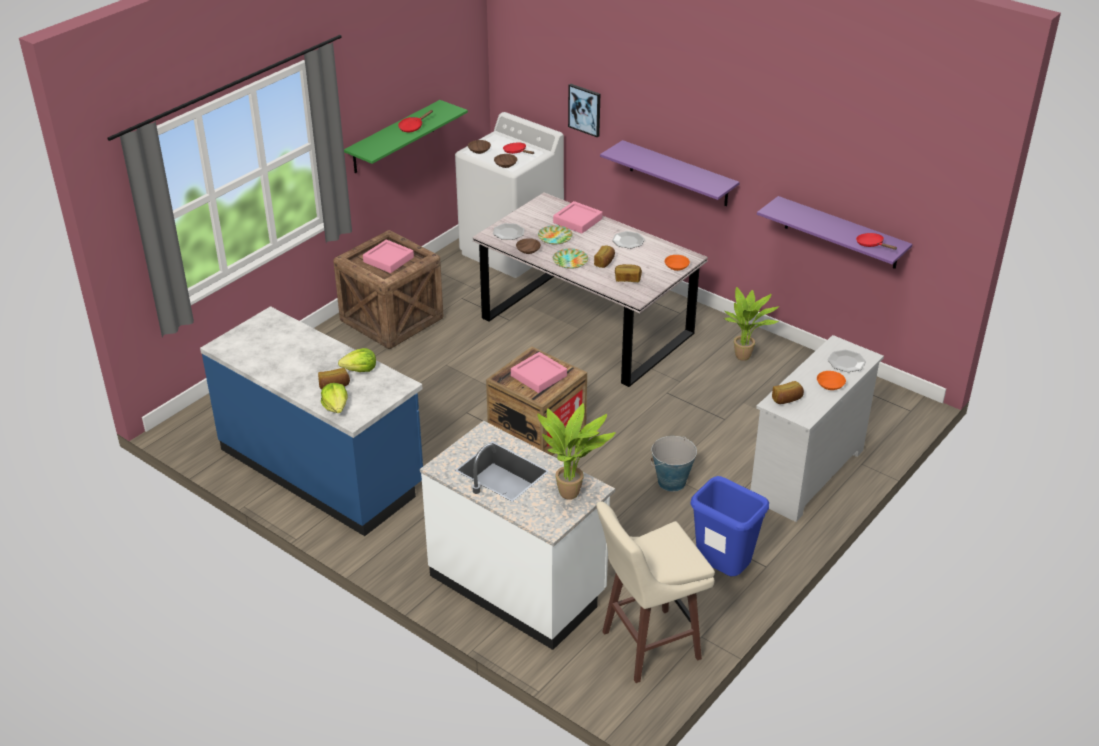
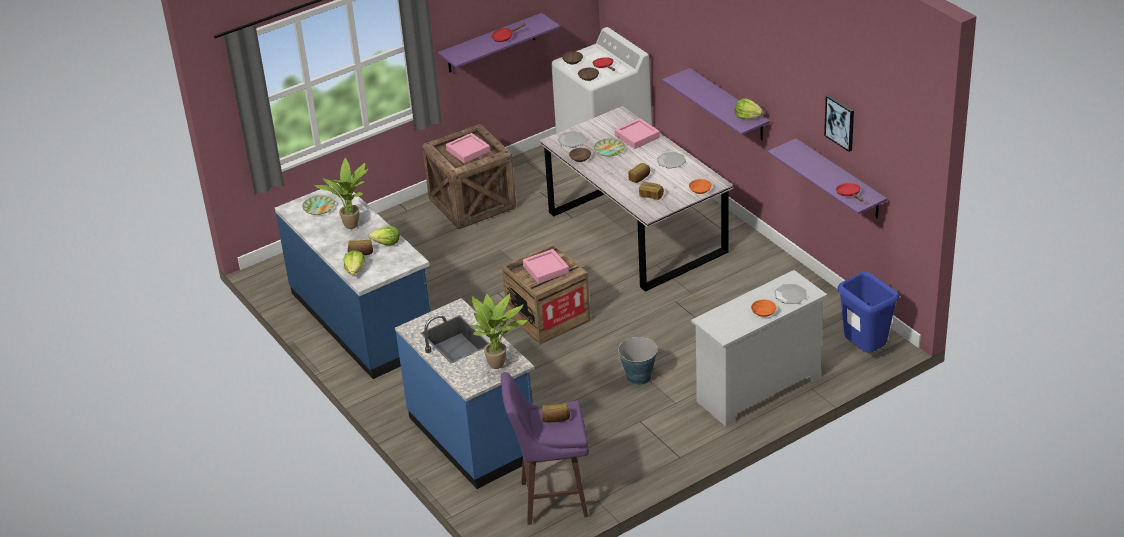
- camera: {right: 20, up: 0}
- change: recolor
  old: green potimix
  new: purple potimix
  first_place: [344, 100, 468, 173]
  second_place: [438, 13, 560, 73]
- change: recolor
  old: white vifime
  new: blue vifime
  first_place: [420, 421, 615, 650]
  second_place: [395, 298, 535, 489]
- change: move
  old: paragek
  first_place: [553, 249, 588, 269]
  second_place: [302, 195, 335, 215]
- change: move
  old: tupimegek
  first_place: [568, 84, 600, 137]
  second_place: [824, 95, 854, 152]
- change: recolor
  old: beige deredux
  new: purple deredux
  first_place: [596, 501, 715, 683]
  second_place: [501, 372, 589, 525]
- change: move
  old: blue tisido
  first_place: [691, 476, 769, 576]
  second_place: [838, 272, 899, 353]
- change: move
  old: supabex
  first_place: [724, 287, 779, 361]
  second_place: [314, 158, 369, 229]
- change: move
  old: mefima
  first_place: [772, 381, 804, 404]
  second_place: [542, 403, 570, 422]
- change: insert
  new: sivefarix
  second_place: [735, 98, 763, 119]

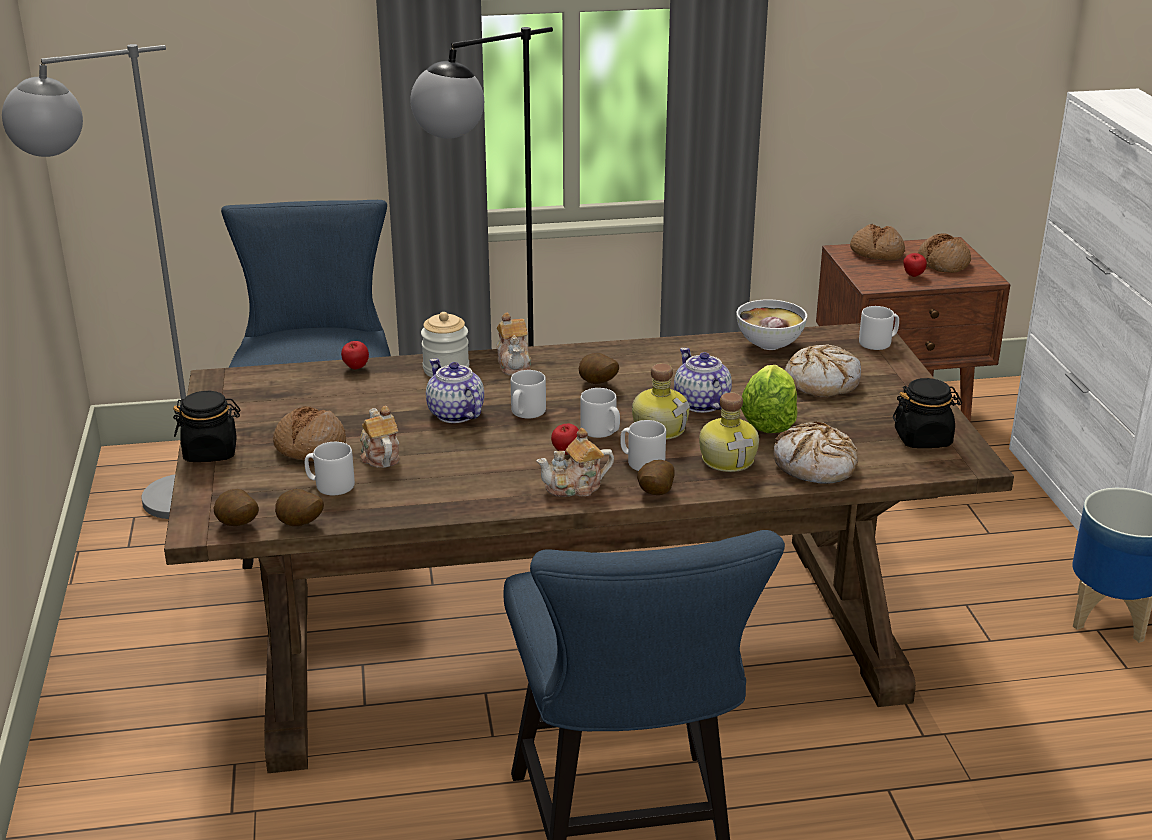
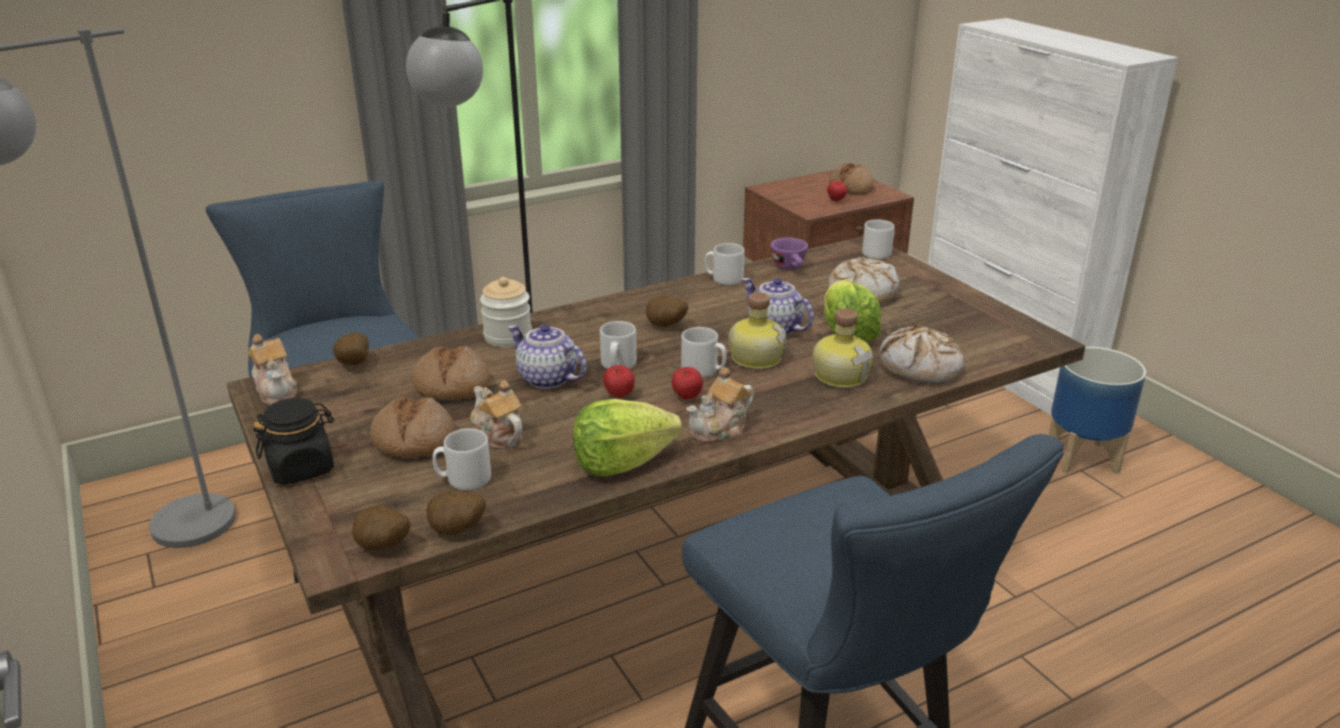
- camera: {right: -20, up: 0}
- change: move
  old: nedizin
  first_place: [341, 341, 369, 369]
  second_place: [603, 365, 635, 398]
- change: move
  old: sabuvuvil
  first_place: [497, 312, 532, 376]
  second_place: [248, 334, 297, 405]
- change: move
  old: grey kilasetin
  first_place: [620, 420, 666, 471]
  second_place: [705, 243, 745, 285]
- change: move
  old: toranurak
  first_place: [637, 460, 675, 495]
  second_place: [333, 332, 369, 366]
- change: replace
  old: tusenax
  new: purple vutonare
  first_place: [737, 299, 807, 350]
  second_place: [771, 237, 808, 270]
- change: move
  old: mefima
  first_place: [850, 224, 905, 261]
  second_place: [412, 346, 490, 400]
- change: delete
  old: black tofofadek
  first_place: [893, 378, 962, 448]
- change: insert
  new: sivefarix
  second_place: [573, 399, 682, 476]

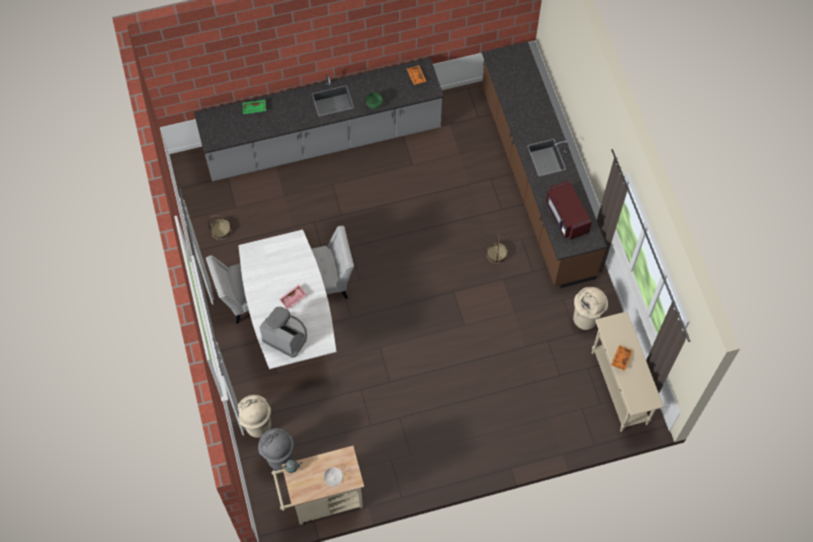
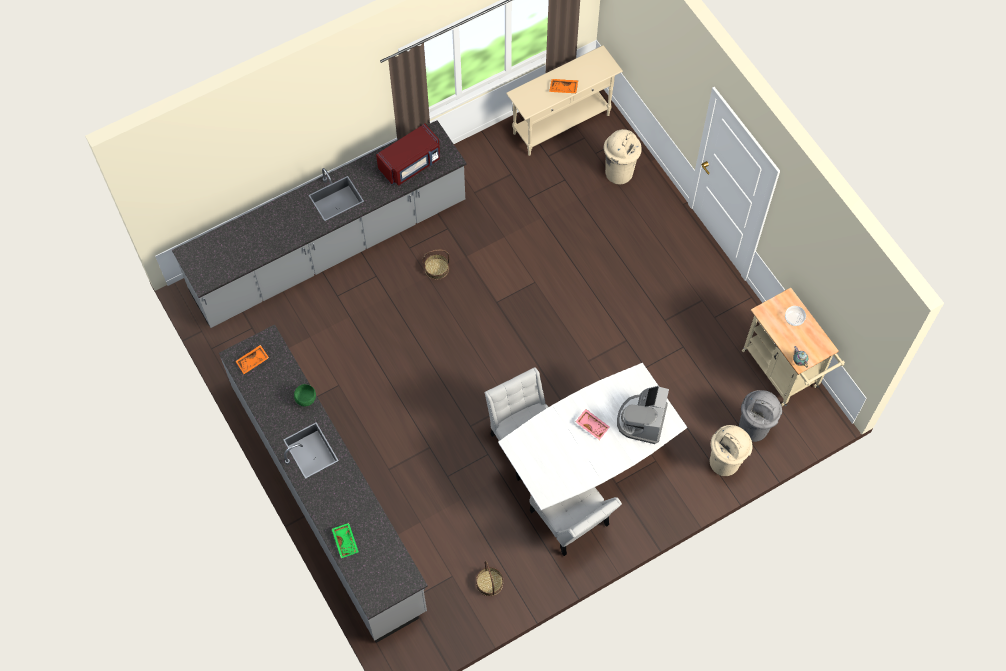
- camera: {right: -105, up: 0}
- change: recolor
  old: brown vifime
  new: grey vifime
  first_place: [482, 41, 607, 288]
  second_place: [172, 120, 466, 328]
- change: move
  old: beige tisido
  first_place: [573, 287, 608, 330]
  second_place: [604, 129, 642, 185]

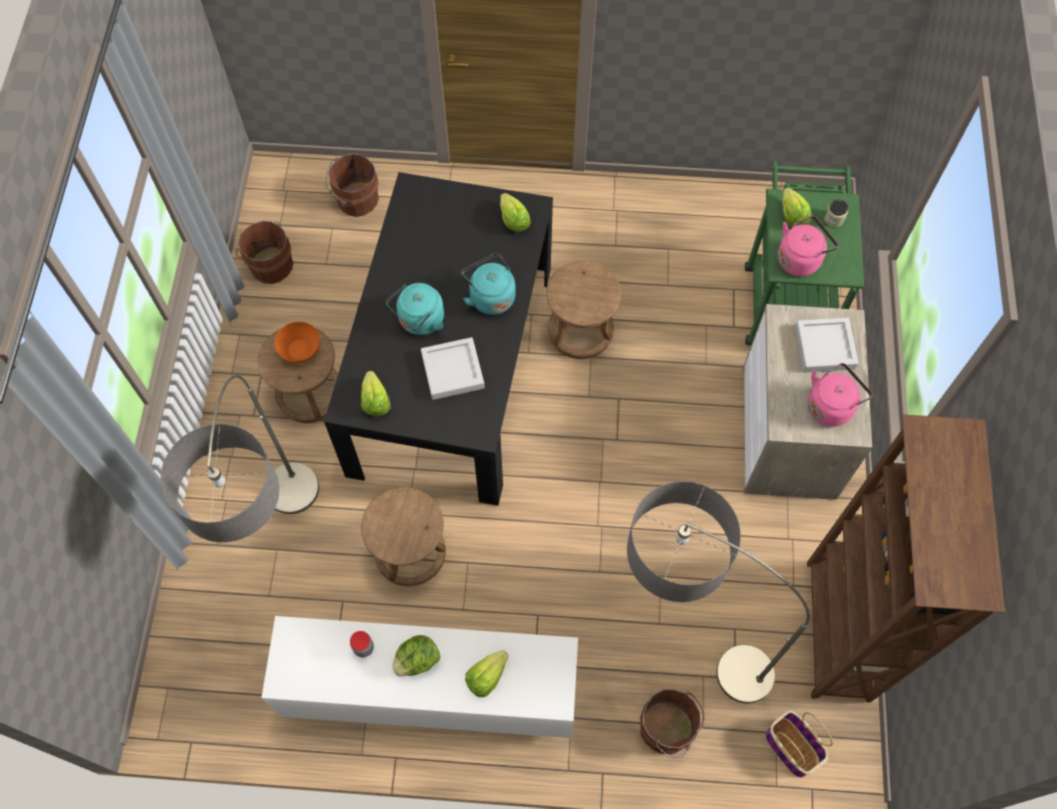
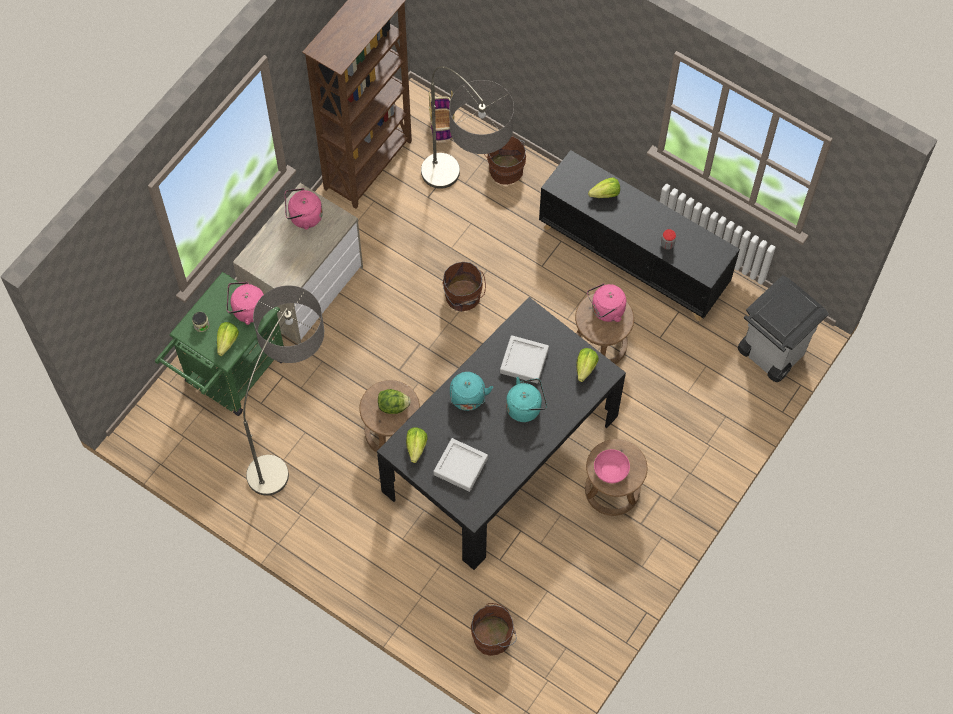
- camera: {right: -150, up: 0}
- change: move
  old: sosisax
  first_place: [160, 375, 319, 542]
  second_place: [243, 285, 324, 496]
- change: move
  old: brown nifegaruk
  first_place: [236, 221, 294, 284]
  second_place: [443, 262, 486, 311]
- change: recolor
  old: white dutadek
  new: black dutadek
  first_place: [261, 616, 578, 738]
  second_place: [539, 150, 740, 322]
- change: recolor
  old: orange tusenax
  new: pink tusenax
  first_place: [274, 322, 320, 363]
  second_place: [594, 449, 630, 483]
- change: move
  old: sivefarix
  first_place: [392, 635, 440, 676]
  second_place: [378, 389, 411, 414]
- change: move
  old: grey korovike
  first_place: [795, 317, 858, 372]
  second_place: [433, 438, 488, 492]
- change: insert
  new: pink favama
  second_place: [587, 283, 626, 322]
- change: insert
  new: grey tisido
  second_place: [738, 275, 829, 382]

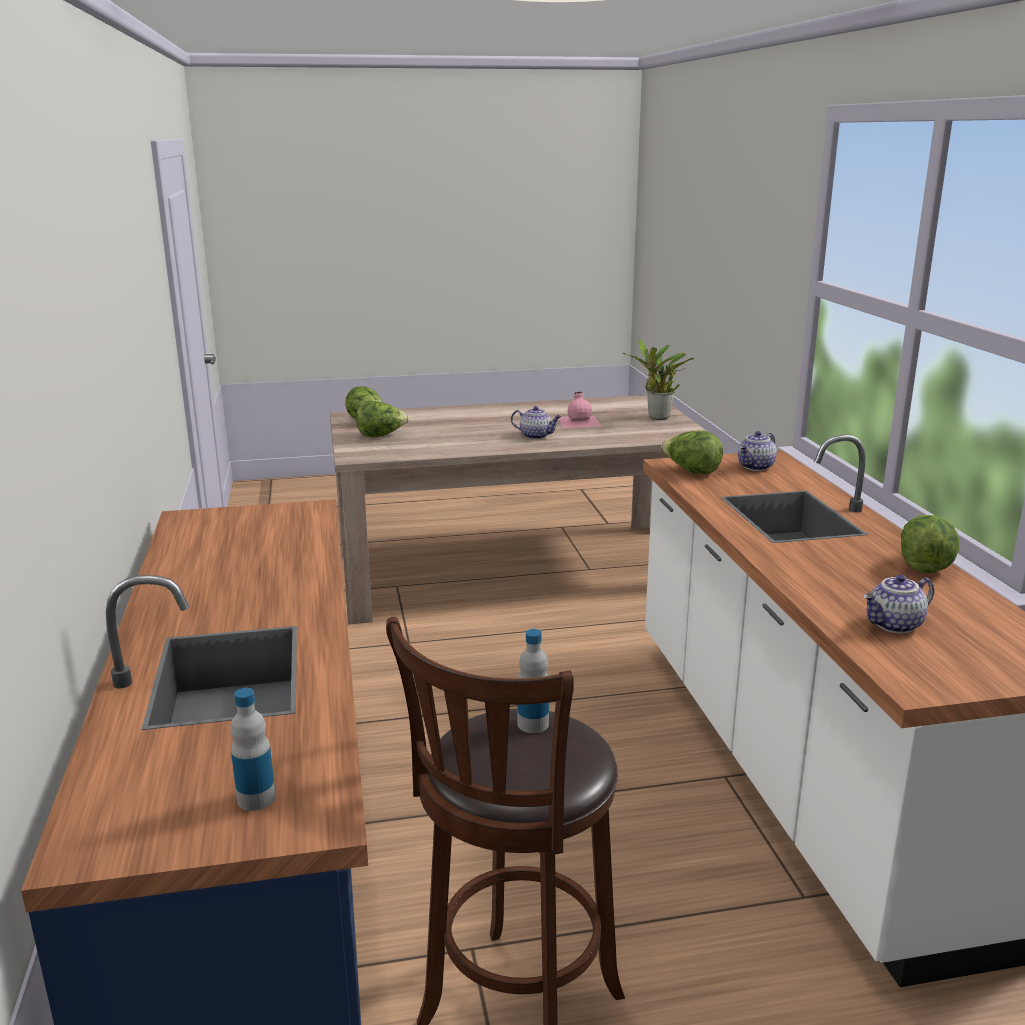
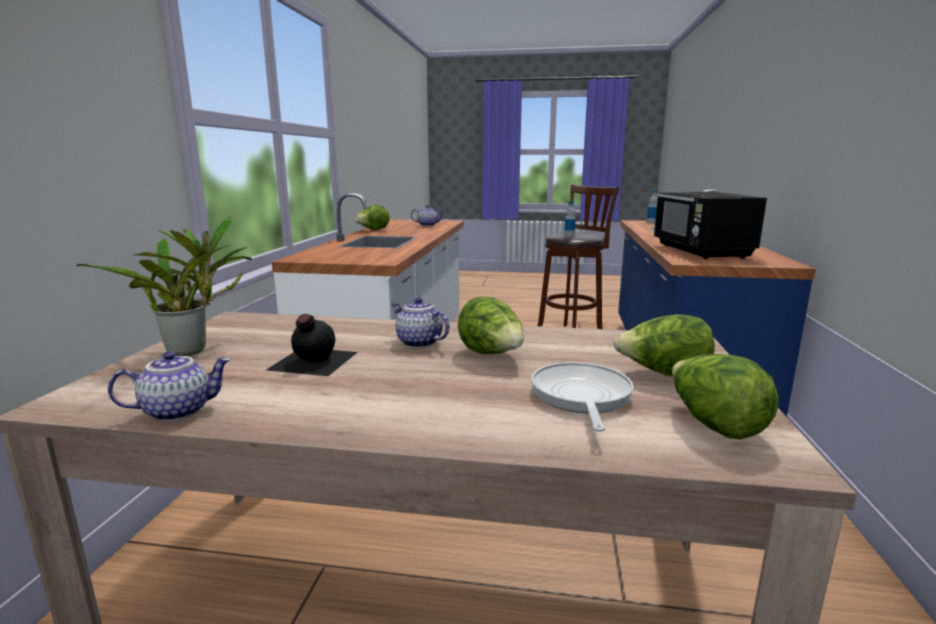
- camera: {right: -160, up: -5}
- change: recolor
  old: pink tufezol
  new: black tufezol
  first_place: [558, 392, 601, 428]
  second_place: [267, 314, 358, 376]
- change: move
  old: sivefarix
  first_place: [661, 431, 723, 474]
  second_place: [458, 297, 524, 354]
- change: move
  old: sabuvuvil
  first_place: [738, 431, 777, 471]
  second_place: [108, 351, 231, 421]
- change: insert
  new: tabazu
  second_place: [531, 362, 634, 432]
- change: insert
  new: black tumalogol
  second_place: [654, 192, 767, 259]

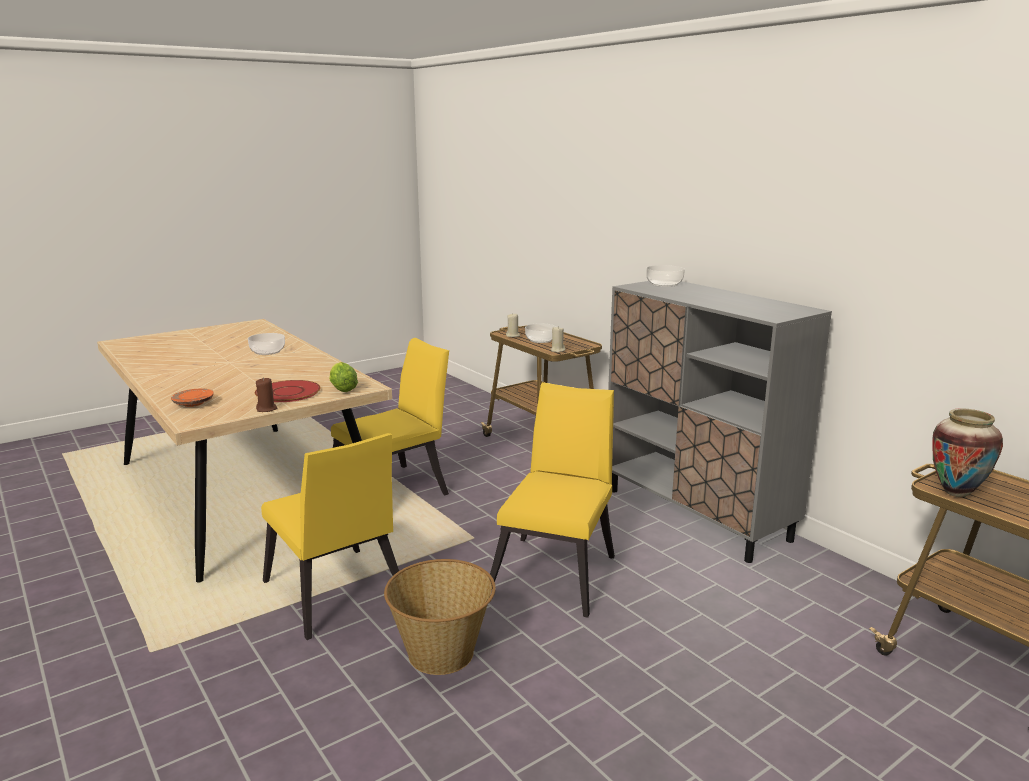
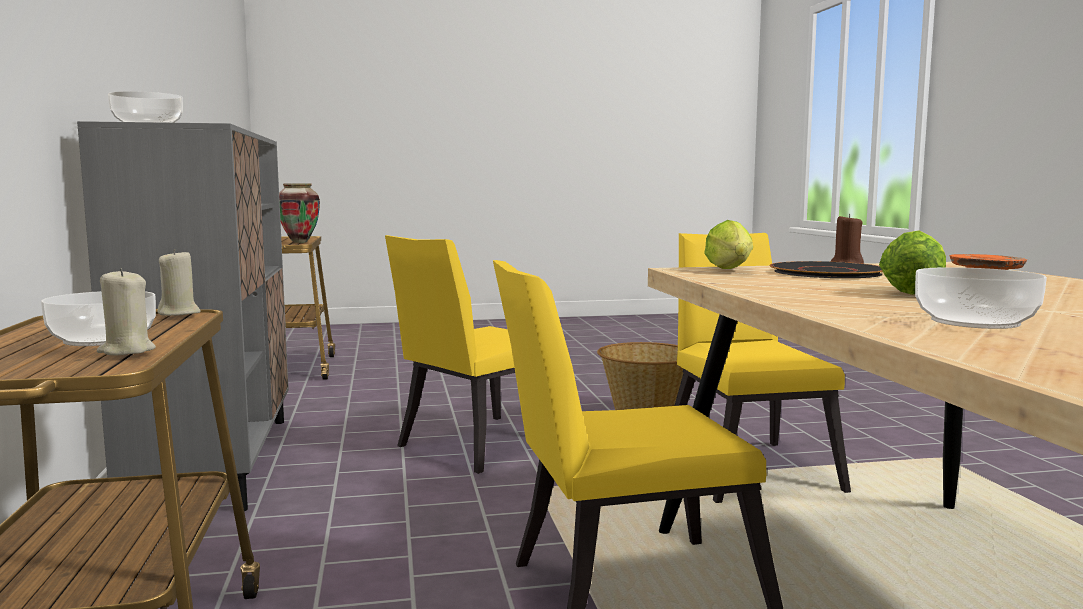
- camera: {right: -155, up: -10}
- change: recolor
  old: red paragek
  new: black paragek
  first_place: [255, 380, 321, 402]
  second_place: [769, 261, 883, 278]
- change: insert
  new: sivefarix
  second_place: [879, 231, 946, 295]

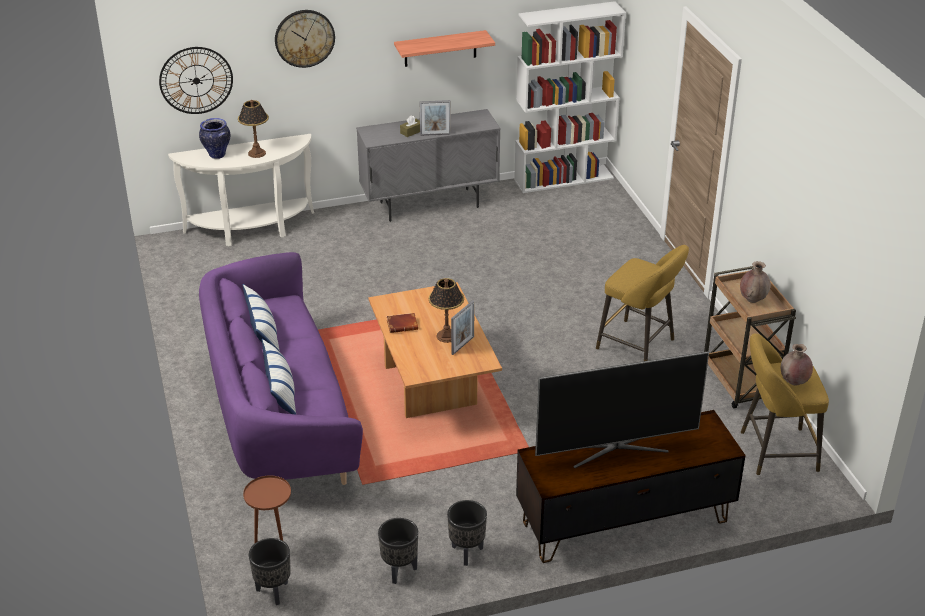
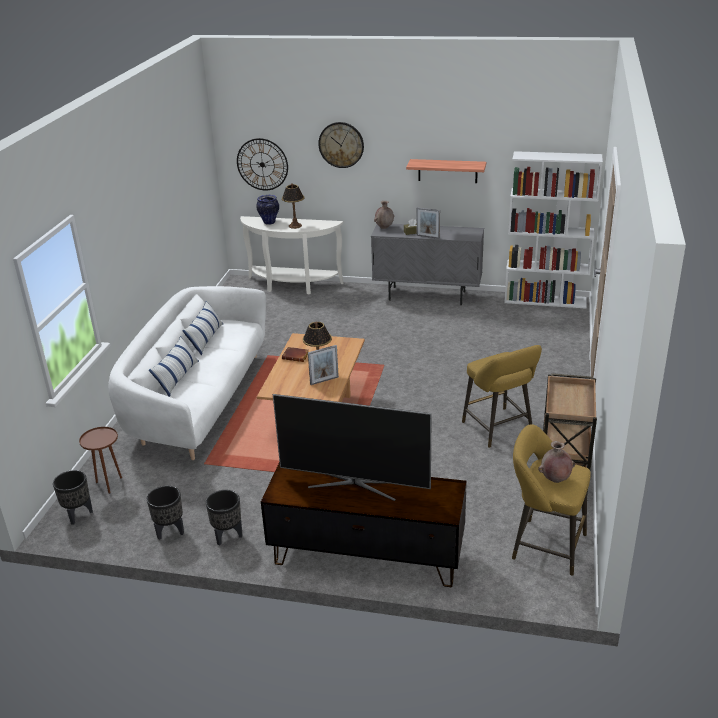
- camera: {right: 30, up: -5}
- change: recolor
  old: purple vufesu
  new: white vufesu
  first_place: [199, 252, 363, 485]
  second_place: [109, 286, 266, 460]
- change: move
  old: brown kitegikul
  first_place: [740, 261, 771, 303]
  second_place: [374, 201, 394, 229]

